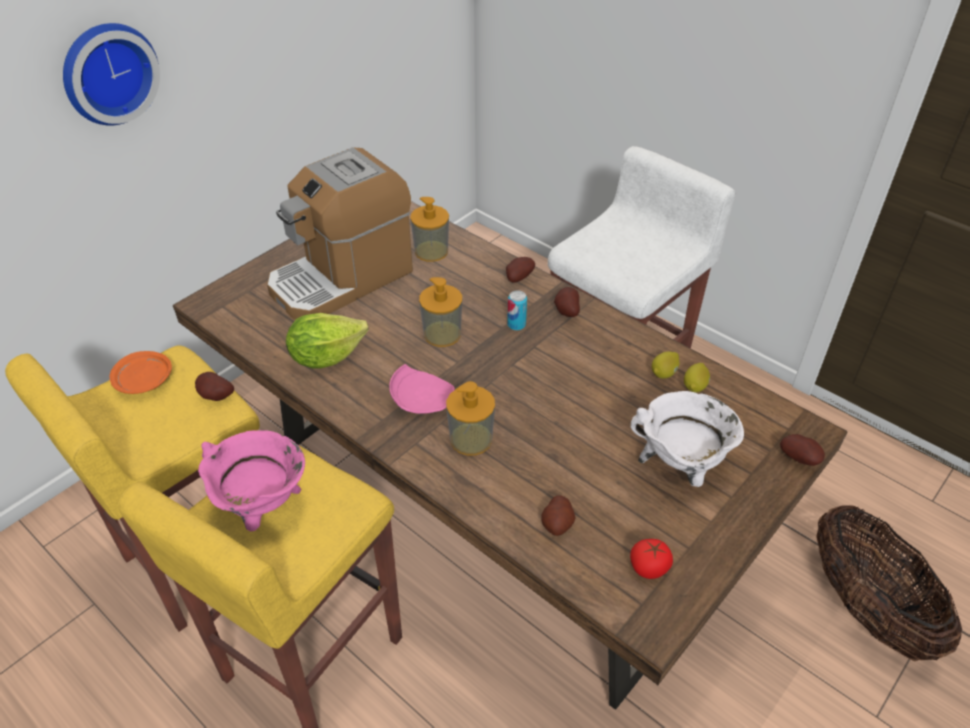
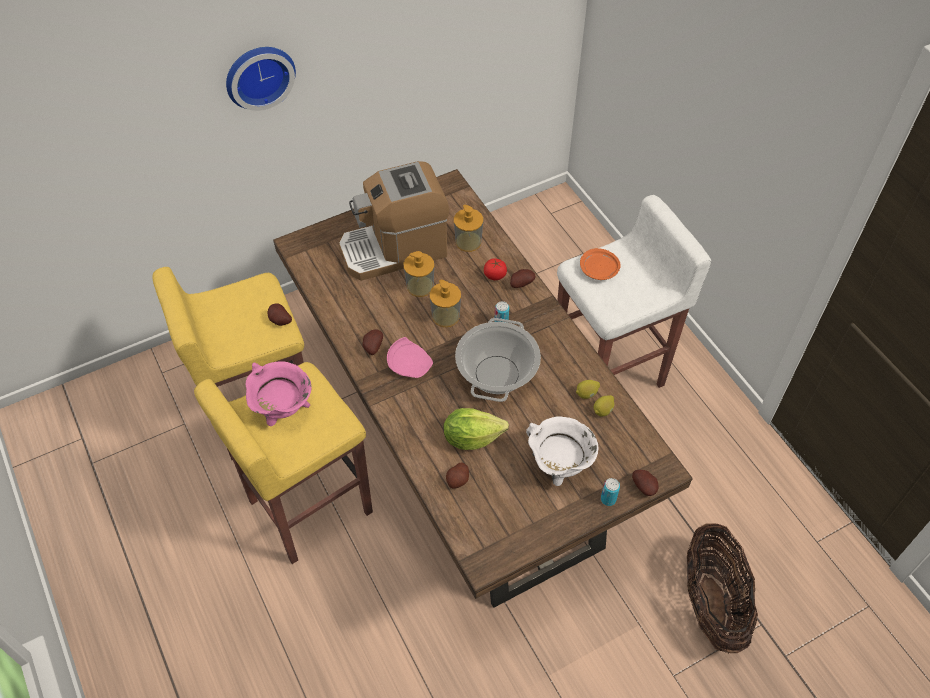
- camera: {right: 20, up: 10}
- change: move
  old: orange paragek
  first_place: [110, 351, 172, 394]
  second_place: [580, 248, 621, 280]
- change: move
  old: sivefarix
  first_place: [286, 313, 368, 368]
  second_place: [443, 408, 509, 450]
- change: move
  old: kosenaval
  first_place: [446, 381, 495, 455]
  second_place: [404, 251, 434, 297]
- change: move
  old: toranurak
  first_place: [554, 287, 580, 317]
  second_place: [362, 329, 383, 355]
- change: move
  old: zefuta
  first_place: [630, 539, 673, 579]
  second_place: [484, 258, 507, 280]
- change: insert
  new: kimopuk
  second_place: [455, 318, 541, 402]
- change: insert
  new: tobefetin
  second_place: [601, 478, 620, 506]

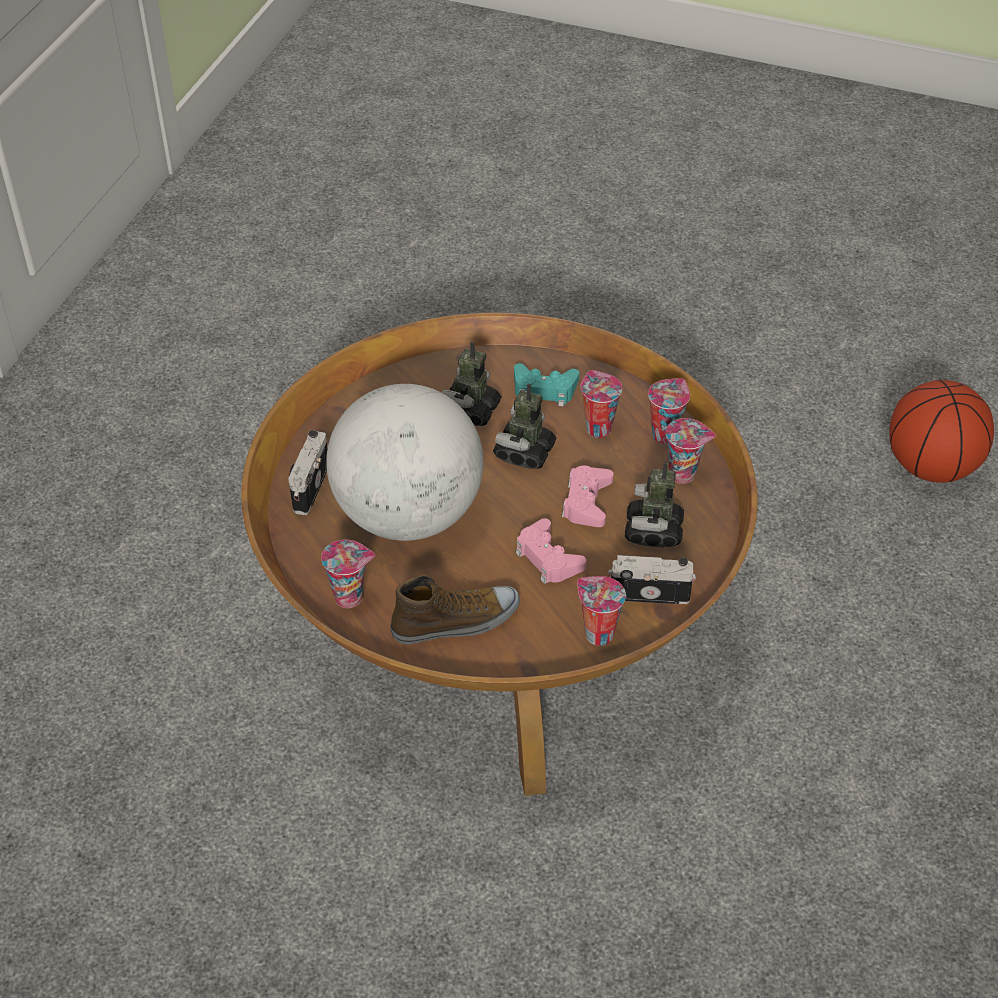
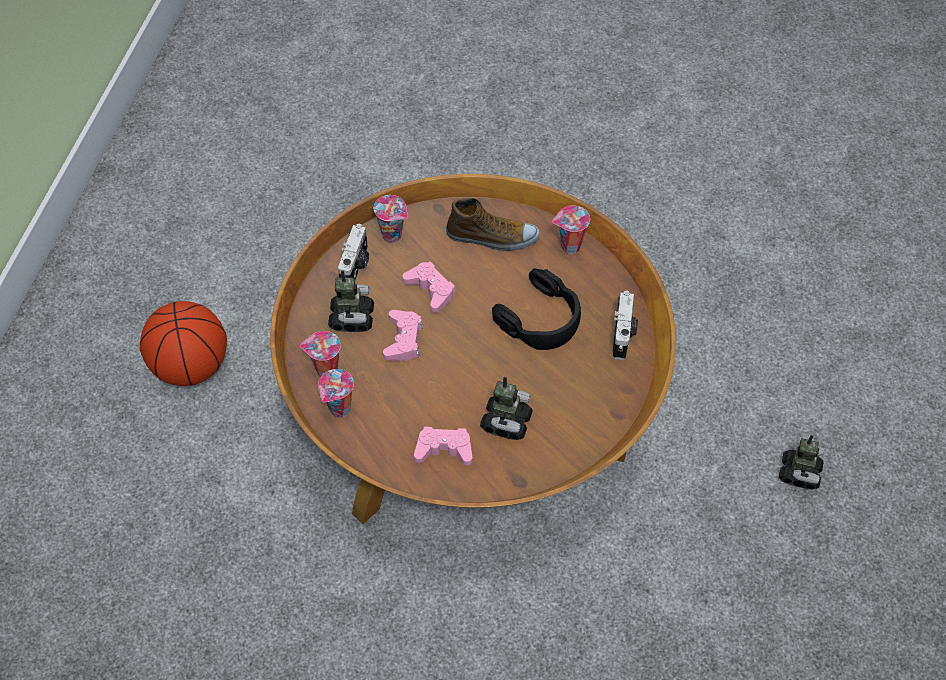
- camera: {right: 175, up: 10}
- change: replace
  old: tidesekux
  new: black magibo
  first_place: [326, 384, 484, 541]
  second_place: [492, 269, 581, 350]
- change: rotate
  old: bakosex
  first_place: [390, 575, 520, 645]
  second_place: [446, 198, 540, 251]
  degrees: -150
- change: move
  old: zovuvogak
  first_place: [493, 384, 557, 469]
  second_place: [779, 435, 824, 489]
- change: recolor
  old: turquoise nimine
  new: pink nimine
  first_place: [514, 363, 579, 407]
  second_place: [414, 427, 473, 466]
- change: delete
  old: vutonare
  first_place: [581, 370, 622, 438]
- change: rotate
  old: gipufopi
  first_place: [608, 555, 696, 604]
  second_place: [338, 224, 369, 281]
  degrees: -75
- change: move
  old: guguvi
  first_place: [889, 380, 994, 483]
  second_place: [140, 301, 227, 386]

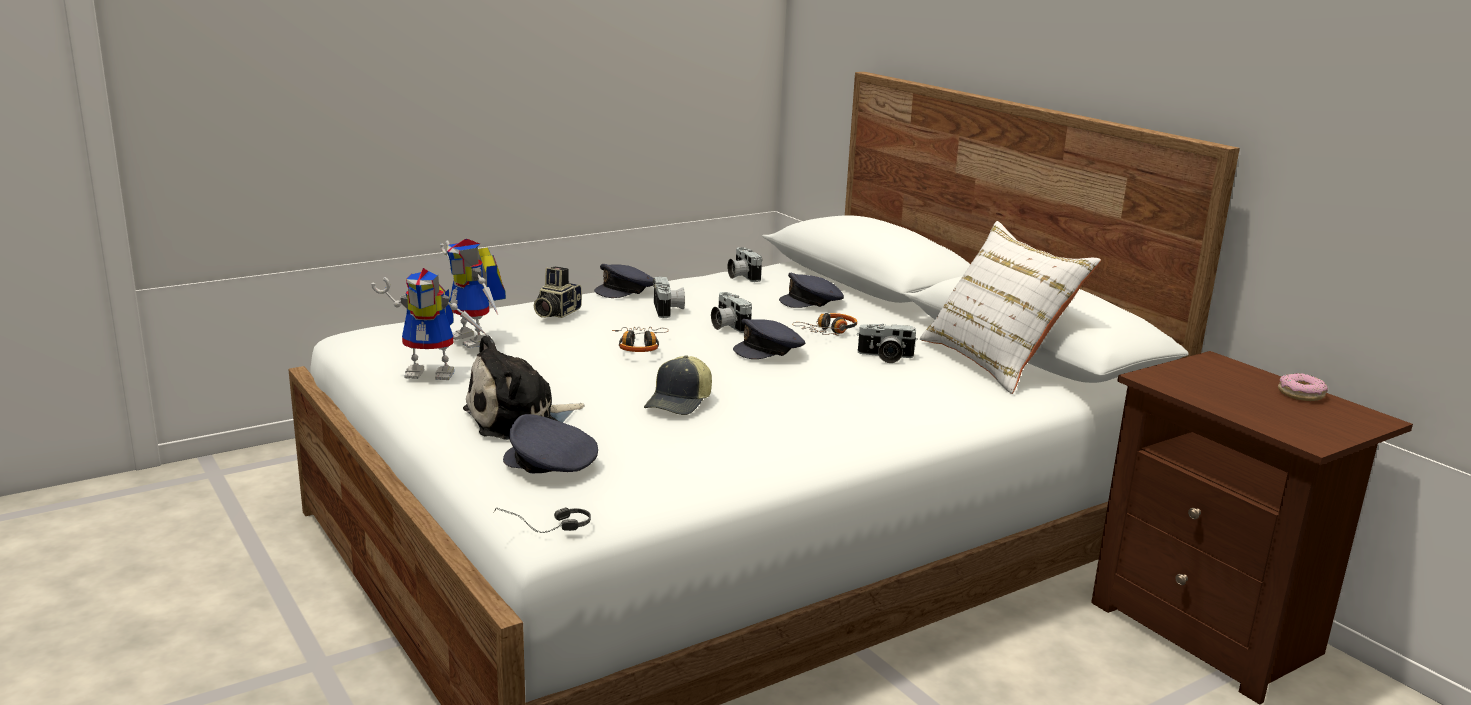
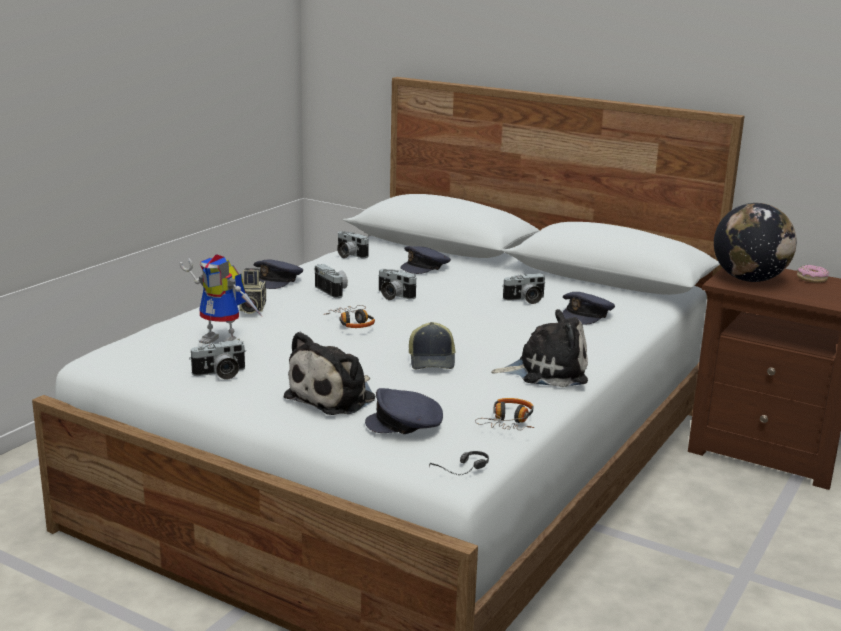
- camera: {right: -25, up: 0}
- change: replace
  old: zovuvogak
  new: gipufopi
  first_place: [371, 268, 487, 380]
  second_place: [189, 340, 246, 380]
- change: move
  old: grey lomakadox
  first_place: [733, 319, 805, 359]
  second_place: [562, 292, 615, 325]
- change: move
  old: magibo
  first_place: [792, 313, 857, 336]
  second_place: [475, 398, 534, 430]
- change: delete
  old: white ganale
  first_place: [920, 221, 1101, 394]
- change: insert
  new: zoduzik
  second_place: [491, 309, 588, 387]
- change: insert
  new: tidesekux
  second_place: [714, 203, 797, 282]

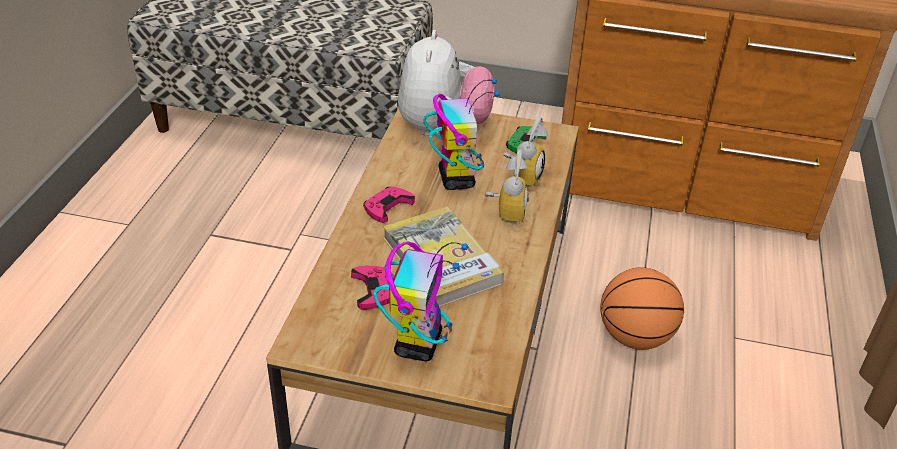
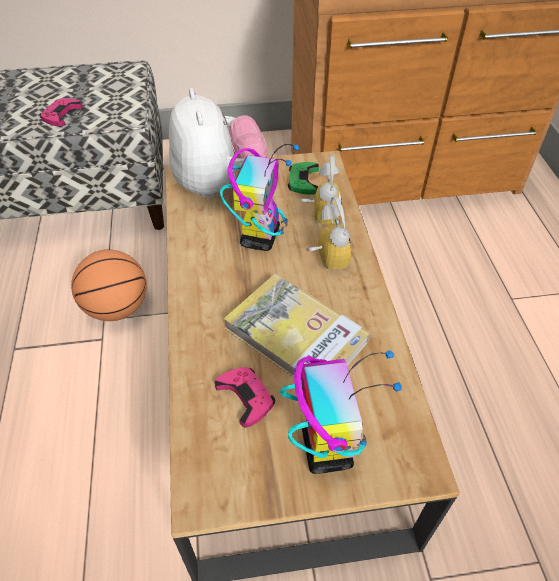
- camera: {right: -20, up: 10}
- change: move
  old: pink nimine
  first_place: [363, 186, 415, 223]
  second_place: [40, 98, 83, 126]
- change: rotate
  old: zovuvogak
  first_place: [423, 78, 500, 190]
  second_place: [220, 144, 299, 251]
  degrees: 45
- change: move
  old: guguvi
  first_place: [600, 267, 684, 350]
  second_place: [71, 250, 147, 321]

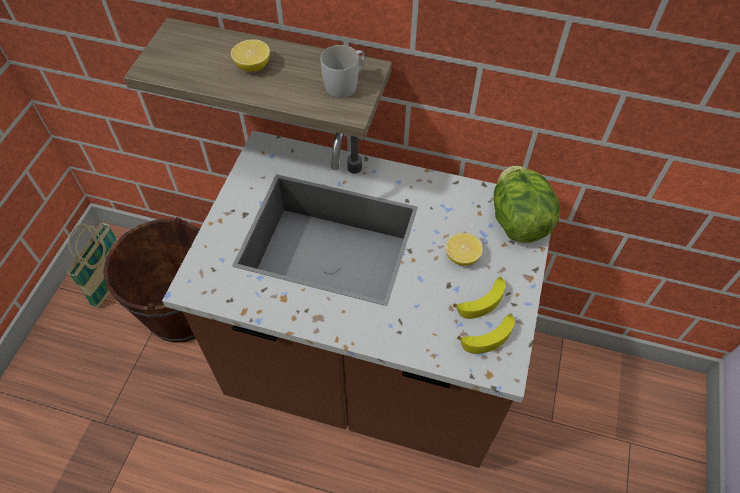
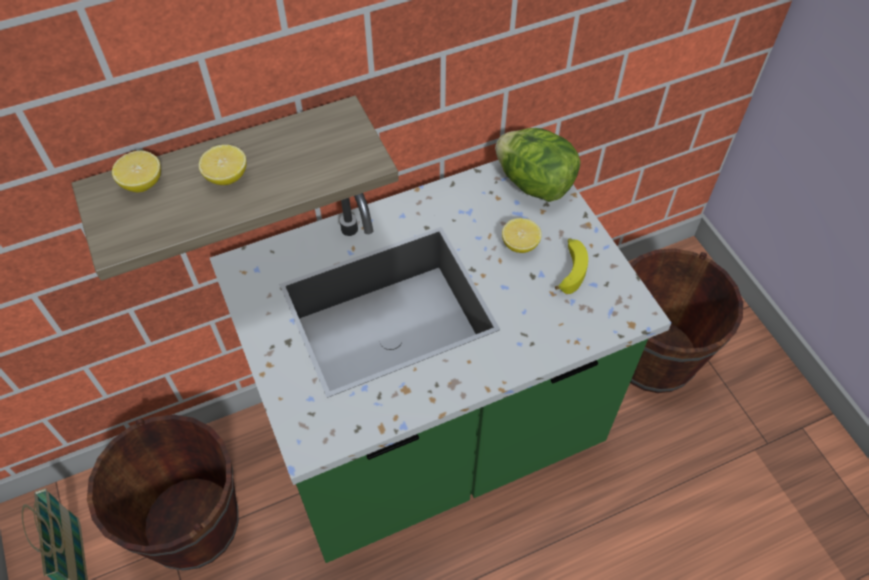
- camera: {right: -40, up: 0}
- change: recolor
  old: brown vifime
  new: green vifime
  first_place: [162, 130, 551, 468]
  second_place: [210, 160, 671, 563]
- change: delete
  old: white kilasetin
  first_place: [321, 45, 365, 98]
- change: delete
  old: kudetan
  first_place: [457, 314, 515, 354]
- change: insert
  new: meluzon
  second_place: [112, 151, 161, 193]
- change: insert
  new: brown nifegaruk
  second_place: [630, 248, 743, 393]

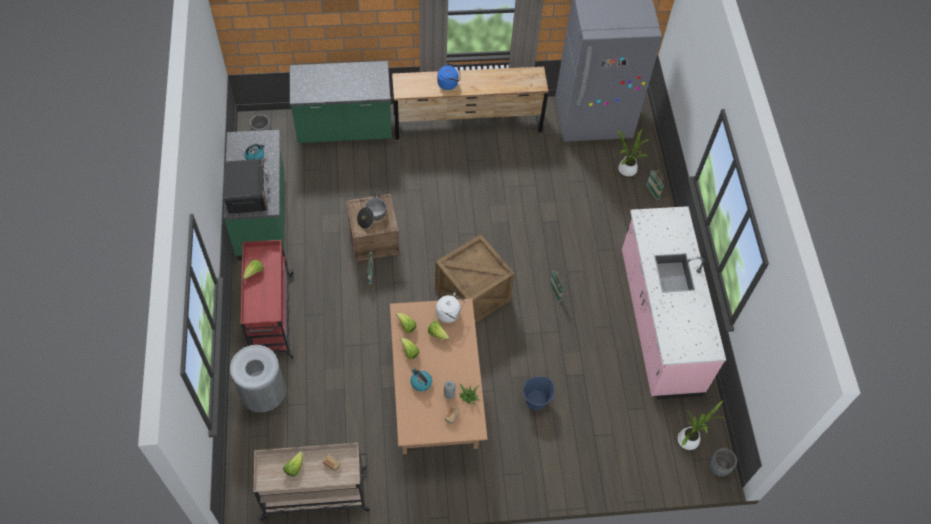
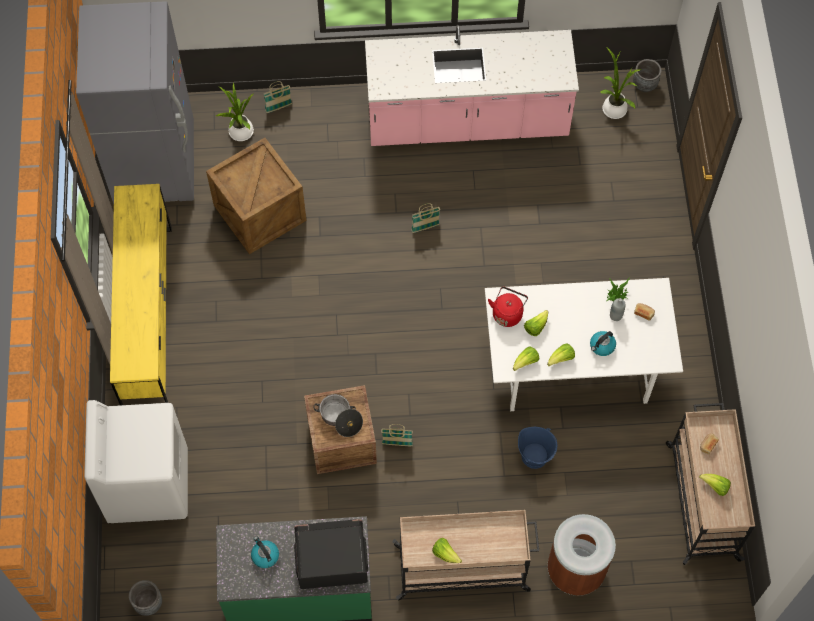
- camera: {right: -85, up: 5}
- change: recolor
  old: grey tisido
  new: brown tisido
  first_place: [230, 345, 286, 412]
  second_place: [548, 514, 616, 596]
- change: recolor
  old: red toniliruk
  new: beige toniliruk
  first_place: [240, 240, 294, 358]
  second_place: [392, 510, 539, 600]
- change: replace
  old: green vifime
  new: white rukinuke
  first_place: [290, 61, 392, 143]
  second_place: [84, 400, 188, 523]
- change: recolor
  old: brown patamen
  new: white patamen
  first_place: [390, 298, 487, 454]
  second_place: [485, 278, 683, 411]
- change: recolor
  old: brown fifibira
  new: yellow fifibira
  first_place: [392, 67, 548, 140]
  second_place: [110, 184, 172, 405]
- change: move
  old: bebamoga
  first_place: [435, 234, 515, 323]
  second_place: [206, 138, 307, 254]
- change: recolor
  old: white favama
  new: red favama
  first_place: [436, 292, 465, 323]
  second_place: [488, 287, 528, 327]
- change: delete
  old: blue favama
  first_place: [437, 63, 460, 90]
- change: move
  old: blue nifegaruk
  first_place: [523, 377, 554, 410]
  second_place: [518, 427, 557, 469]

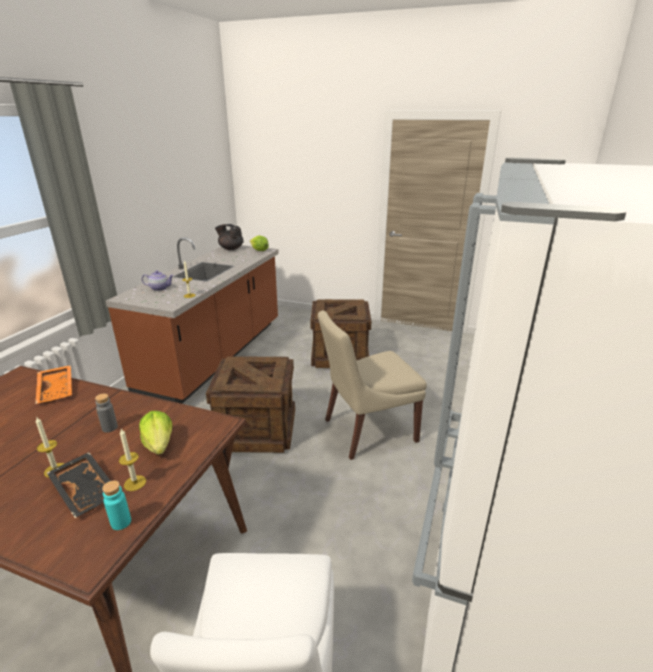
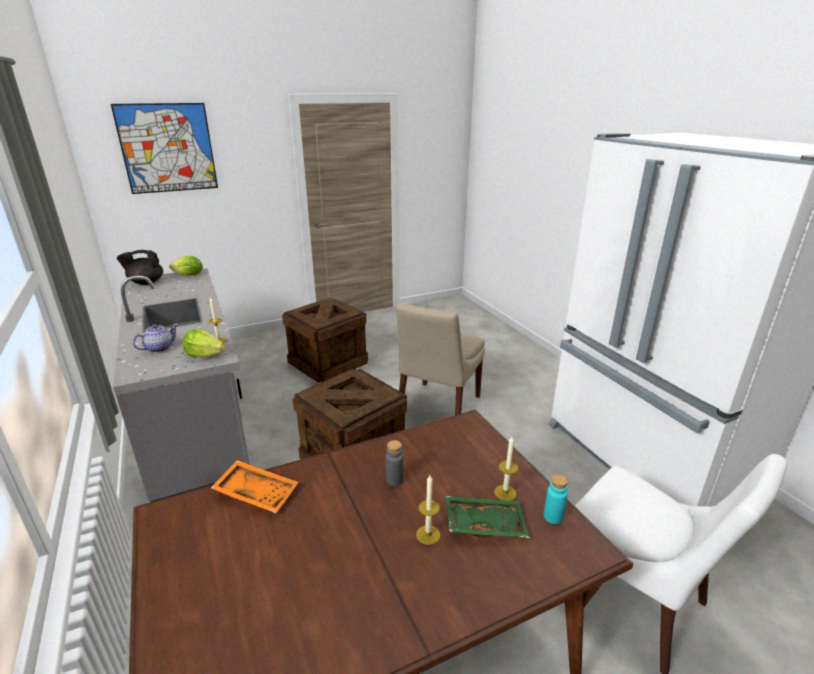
- camera: {right: -45, up: 0}
- change: recolor
  old: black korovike
  new: green korovike
  first_place: [47, 452, 110, 518]
  second_place: [445, 496, 530, 538]
- change: recolor
  old: brown vifime
  new: grey vifime
  first_place: [106, 237, 279, 404]
  second_place: [113, 268, 250, 502]
- change: move
  old: sivefarix
  first_place: [139, 411, 172, 455]
  second_place: [182, 329, 225, 358]
- change: insert
  new: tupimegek
  second_place: [111, 103, 218, 194]

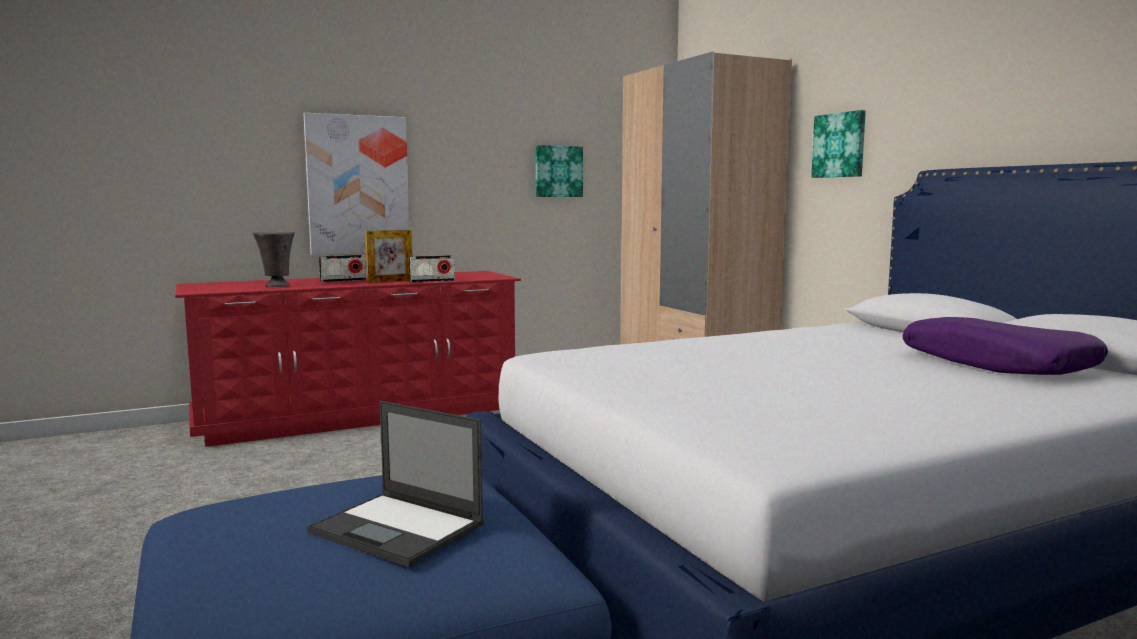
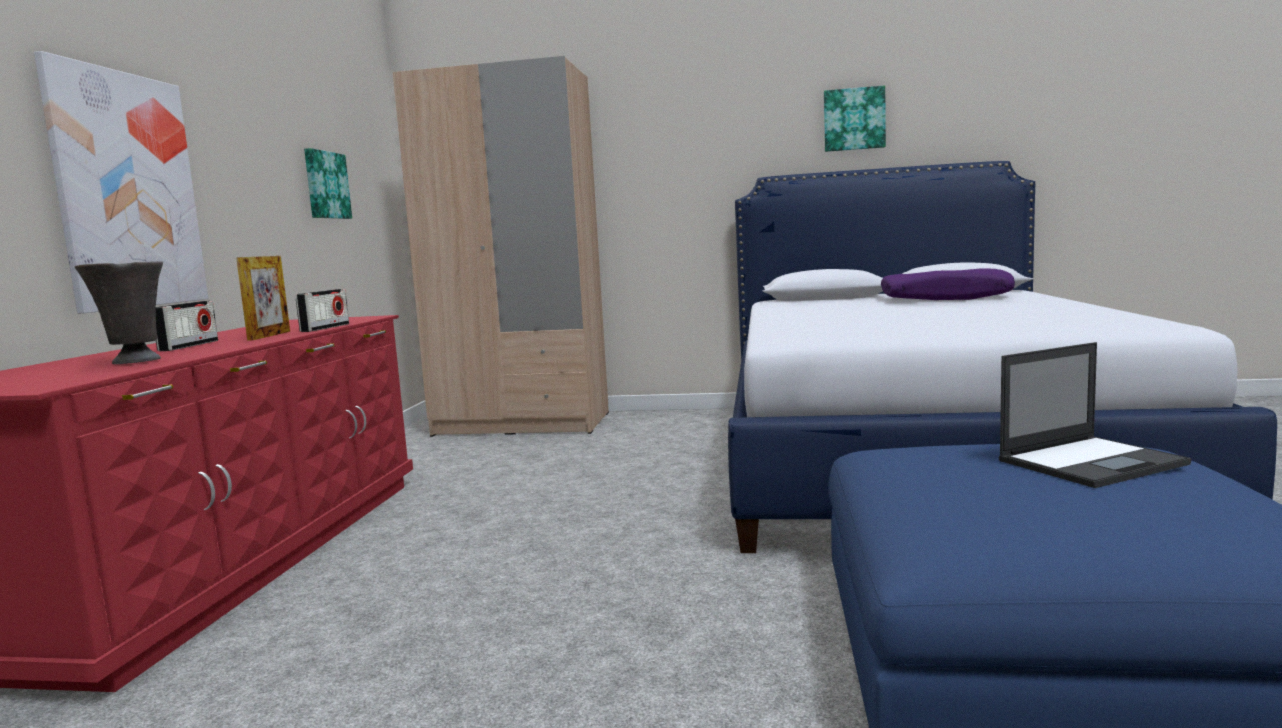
- camera: {right: -55, up: 0}
- change: move
  old: tupimegek
  first_place: [811, 110, 866, 178]
  second_place: [824, 85, 886, 152]

